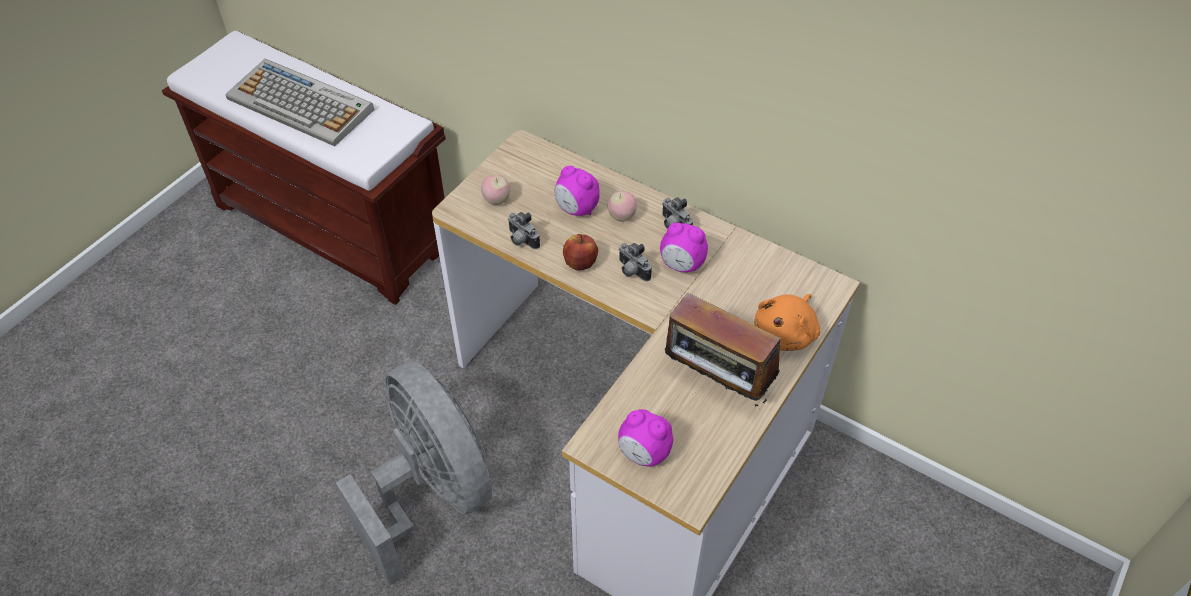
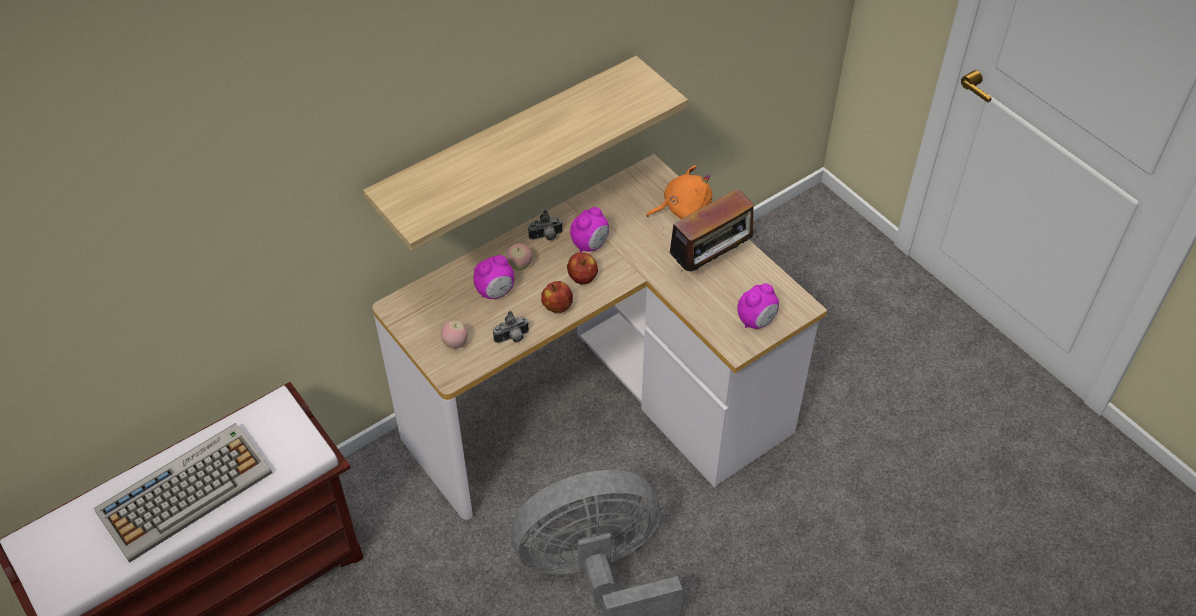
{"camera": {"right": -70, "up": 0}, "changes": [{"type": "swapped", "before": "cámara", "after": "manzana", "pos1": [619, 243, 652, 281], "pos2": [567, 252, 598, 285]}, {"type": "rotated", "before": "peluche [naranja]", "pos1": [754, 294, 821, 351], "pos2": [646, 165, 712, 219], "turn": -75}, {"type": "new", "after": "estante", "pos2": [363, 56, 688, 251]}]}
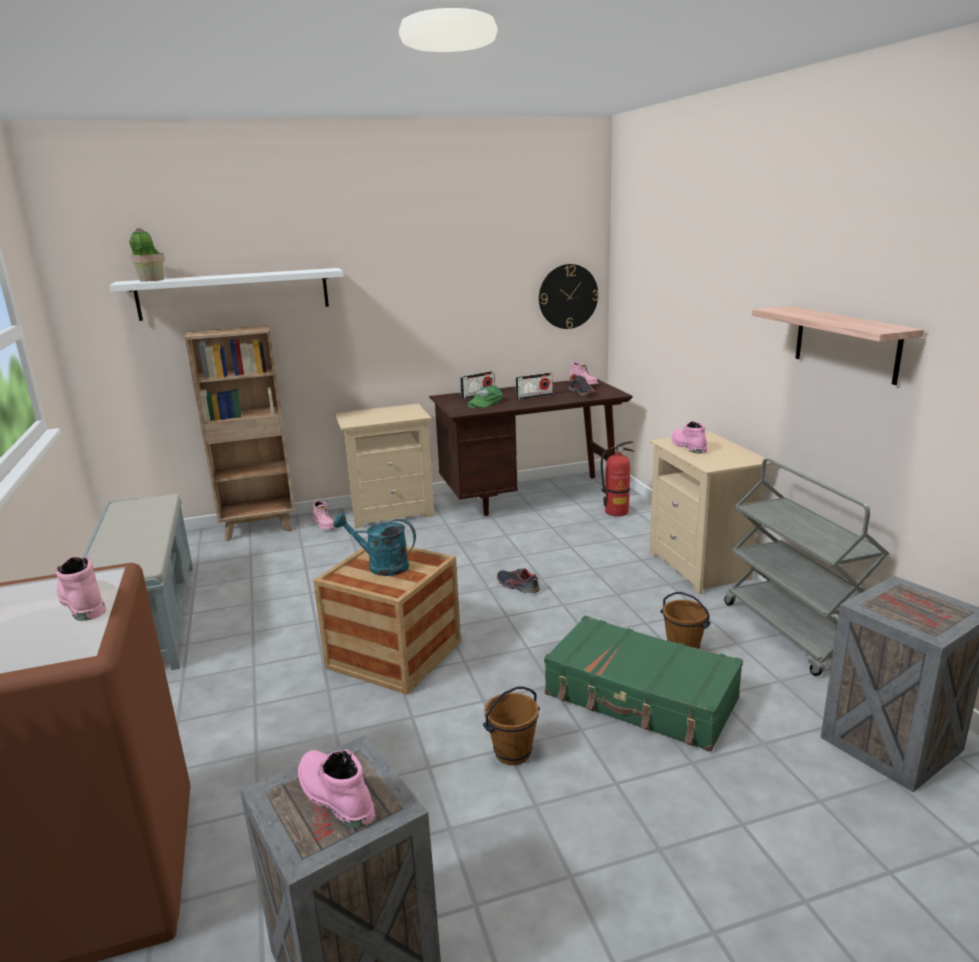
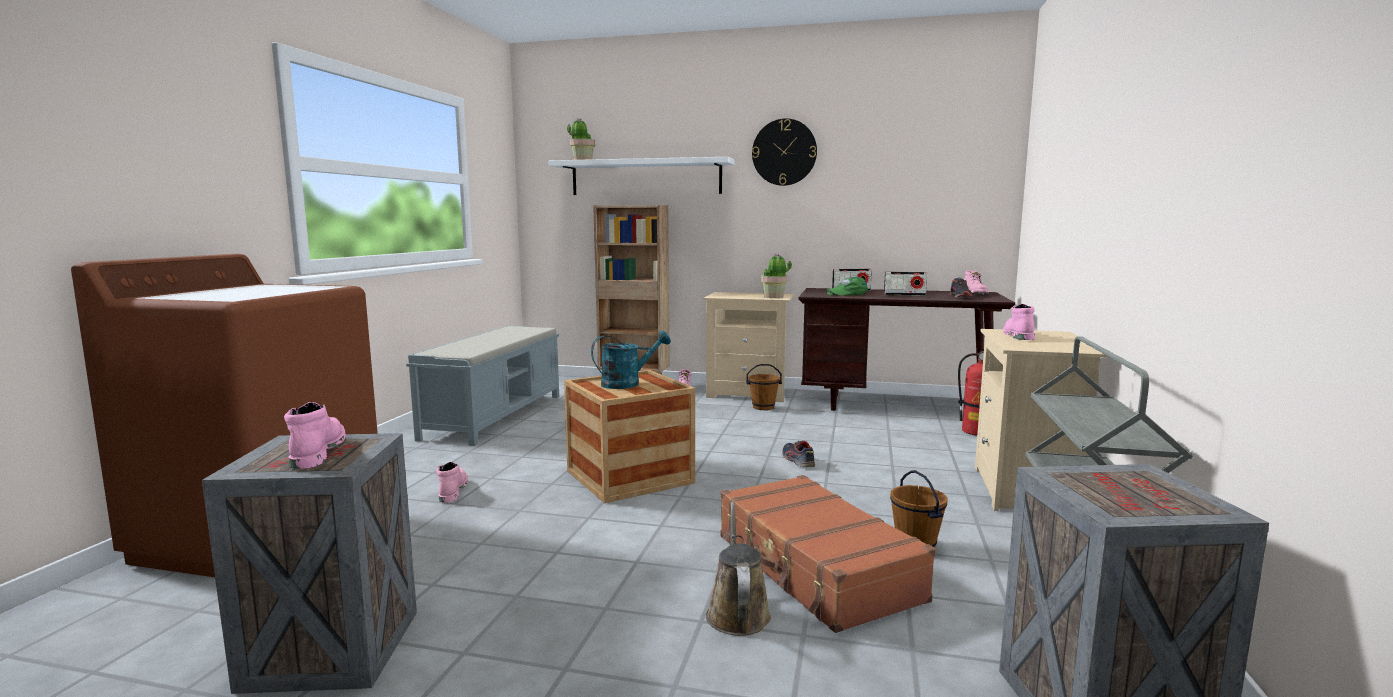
{"camera": {"right": 30, "up": -10}, "changes": [{"type": "shifted", "before": "bota [rosa]", "pos1": [56, 557, 106, 621], "pos2": [436, 462, 468, 503]}, {"type": "rotated", "before": "regadera [turquesa]", "pos1": [333, 513, 416, 576], "pos2": [591, 330, 671, 389], "turn": 105}, {"type": "shifted", "before": "cubo [marrón]", "pos1": [483, 686, 540, 765], "pos2": [746, 364, 782, 410]}, {"type": "shifted", "before": "reloj de pared", "pos1": [539, 264, 599, 329], "pos2": [752, 118, 817, 186]}, {"type": "repainted", "before": "maleta [verde]", "after": "maleta [marrón]", "pos1": [544, 616, 743, 752], "pos2": [720, 475, 936, 633]}, {"type": "gone", "before": "estante", "pos1": [752, 306, 924, 385]}, {"type": "new", "after": "regadera [marrón]", "pos2": [706, 502, 771, 636]}, {"type": "new", "after": "planta en maceta", "pos2": [761, 253, 792, 298]}]}
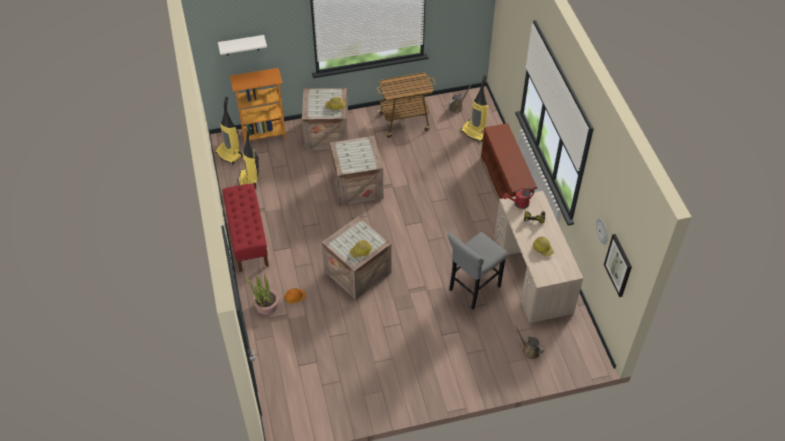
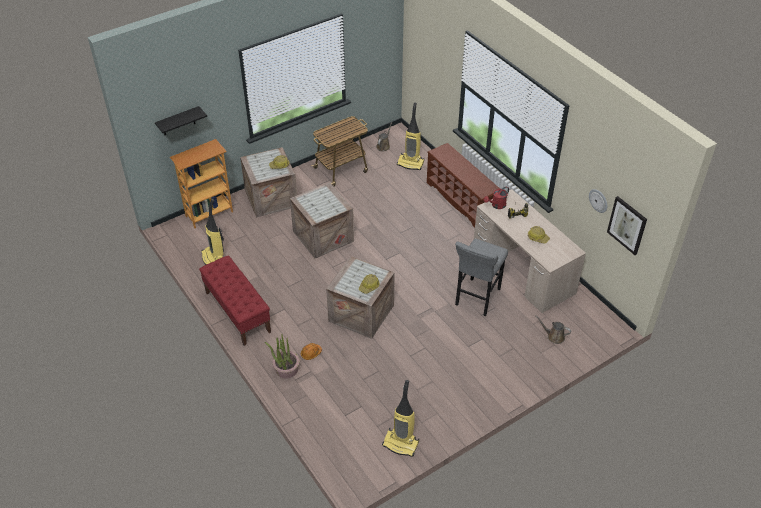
{"camera": {"right": -20, "up": -5}, "changes": [{"type": "shifted", "before": "aspiradora", "pos1": [215, 97, 243, 164], "pos2": [382, 380, 419, 457]}, {"type": "repainted", "before": "estante [blanco]", "after": "estante [negro]", "pos1": [218, 35, 267, 55], "pos2": [155, 106, 207, 135]}]}
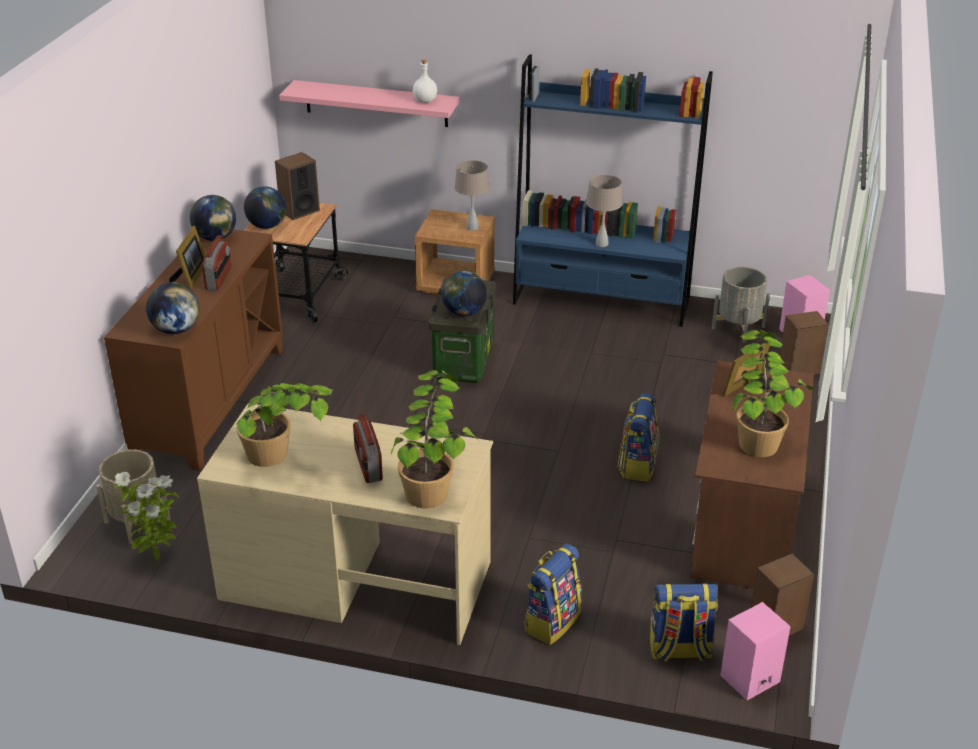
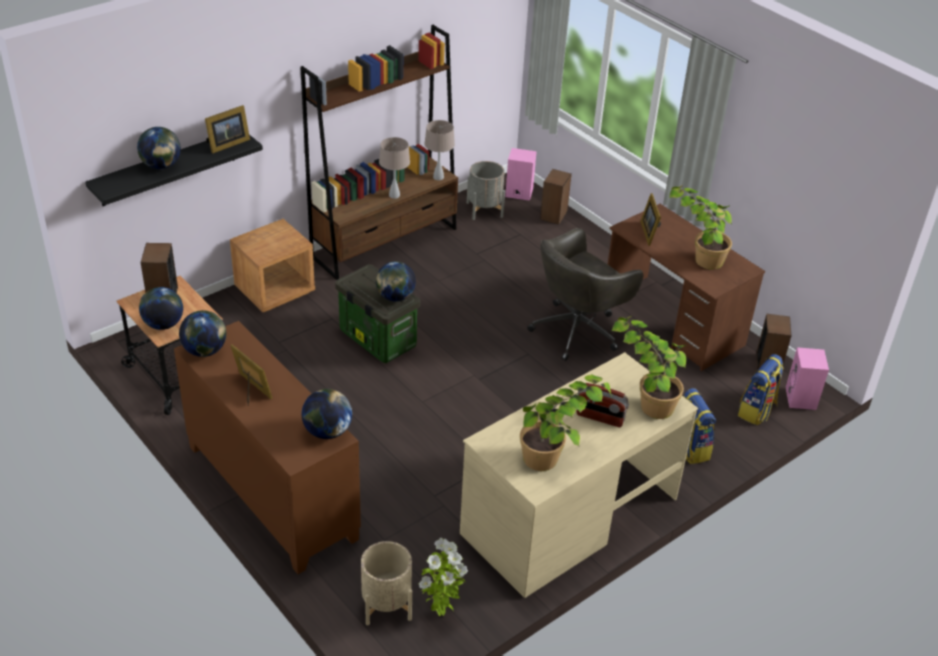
{"camera": {"right": -55, "up": 5}, "changes": [{"type": "gone", "before": "radio", "pos1": [202, 235, 231, 291]}, {"type": "repainted", "before": "estante [rosa]", "after": "estante [negro]", "pos1": [279, 80, 460, 127], "pos2": [85, 135, 263, 206]}, {"type": "swapped", "before": "botella [blanco]", "after": "portarretratos", "pos1": [413, 60, 437, 103], "pos2": [205, 105, 250, 154]}, {"type": "shifted", "before": "lámpara de mesa [beis]", "pos1": [455, 160, 490, 231], "pos2": [424, 120, 455, 180]}, {"type": "repainted", "before": "estantería [azul]", "after": "estantería [marrón]", "pos1": [513, 54, 713, 327], "pos2": [300, 25, 458, 280]}, {"type": "swapped", "before": "mochila", "after": "silla de oficina [gris]", "pos1": [618, 393, 659, 482], "pos2": [527, 228, 643, 361]}, {"type": "new", "after": "globo terráqueo", "pos2": [137, 127, 181, 169]}]}
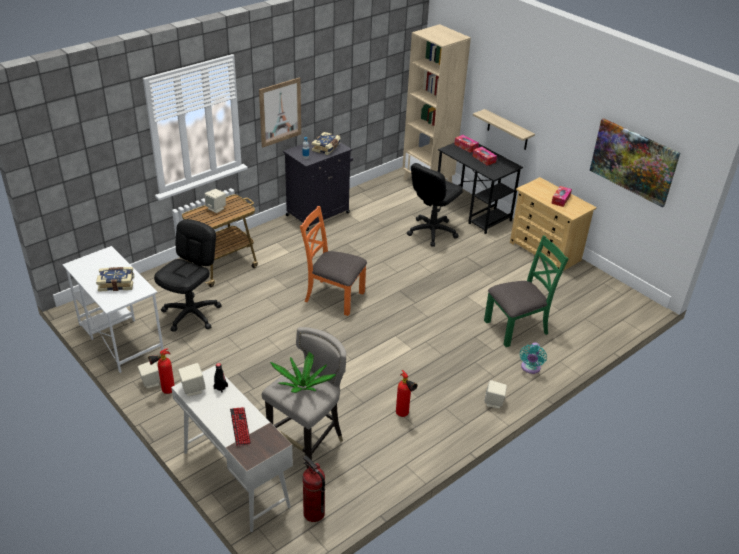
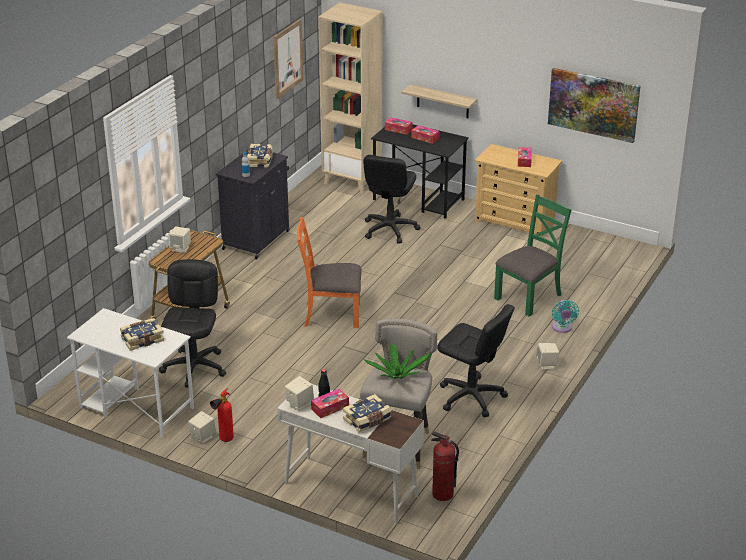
{"camera": {"right": -20, "up": -5}, "changes": [{"type": "swapped", "before": "teclado", "after": "libro", "pos1": [230, 407, 251, 446], "pos2": [343, 394, 391, 433]}, {"type": "shifted", "before": "cuadro", "pos1": [259, 77, 301, 148], "pos2": [273, 19, 303, 99]}, {"type": "swapped", "before": "extintor", "after": "silla de oficina [negro]", "pos1": [396, 370, 417, 417], "pos2": [437, 304, 515, 417]}, {"type": "new", "after": "caja de pañuelos", "pos2": [311, 389, 349, 418]}]}
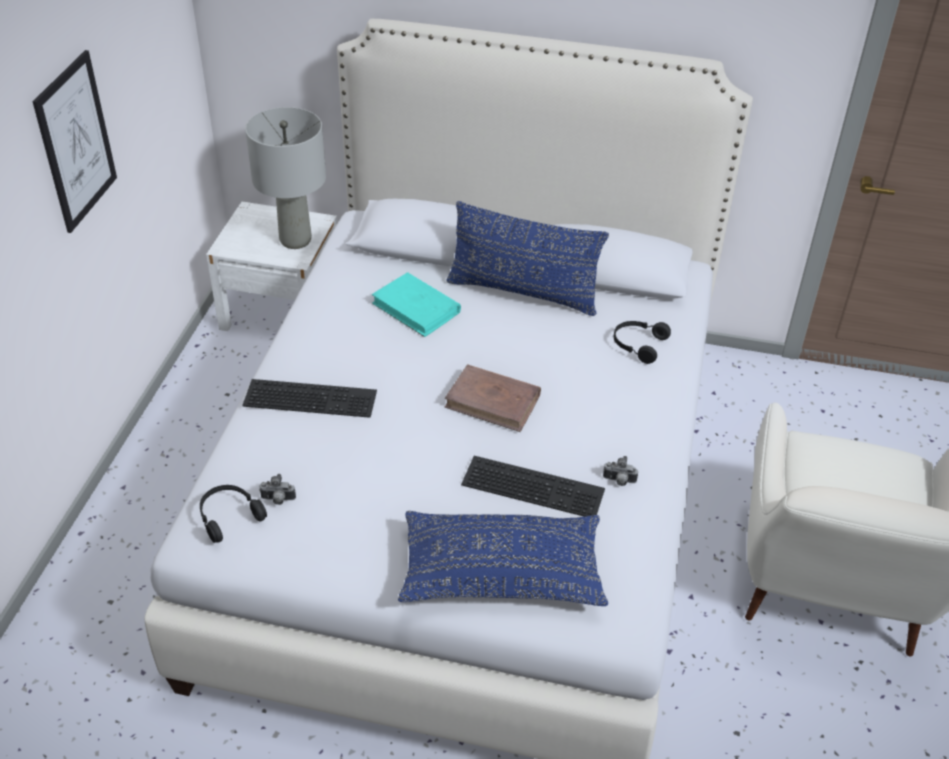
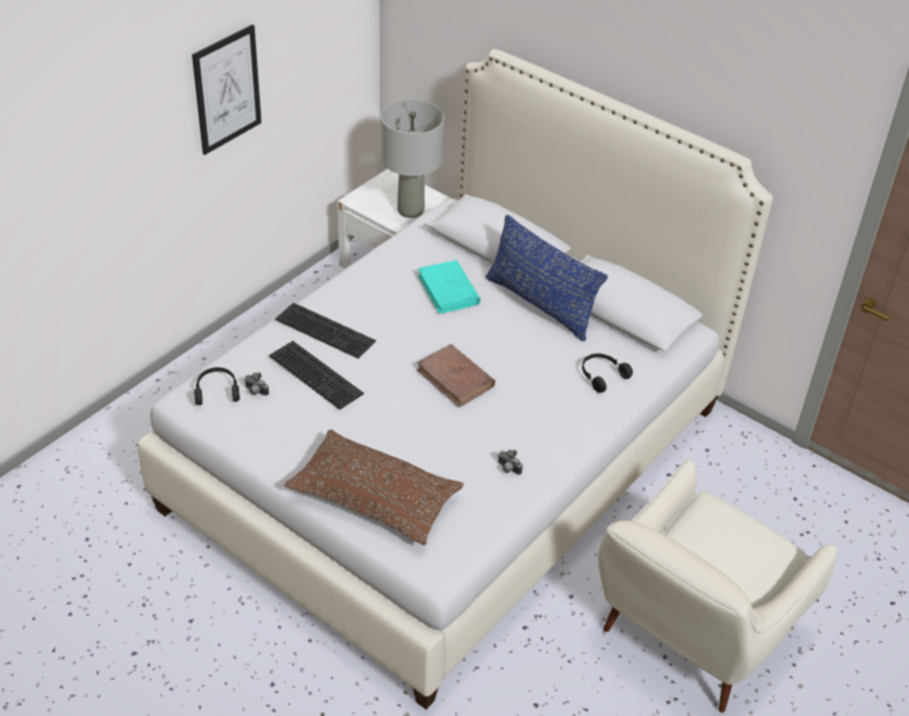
{"camera": {"right": 25, "up": 0}, "changes": [{"type": "repainted", "before": "cojín [azul]", "after": "cojín [marrón]", "pos1": [398, 511, 608, 606], "pos2": [284, 430, 464, 545]}, {"type": "shifted", "before": "teclado", "pos1": [461, 456, 605, 517], "pos2": [269, 341, 364, 410]}]}
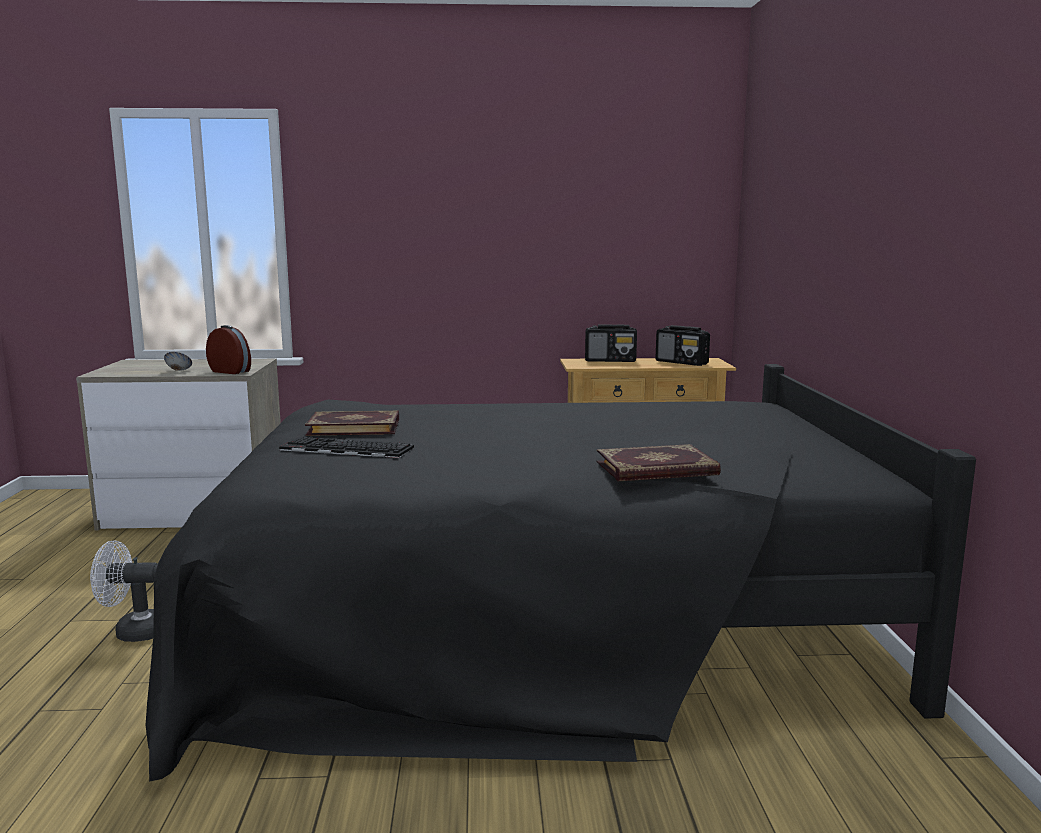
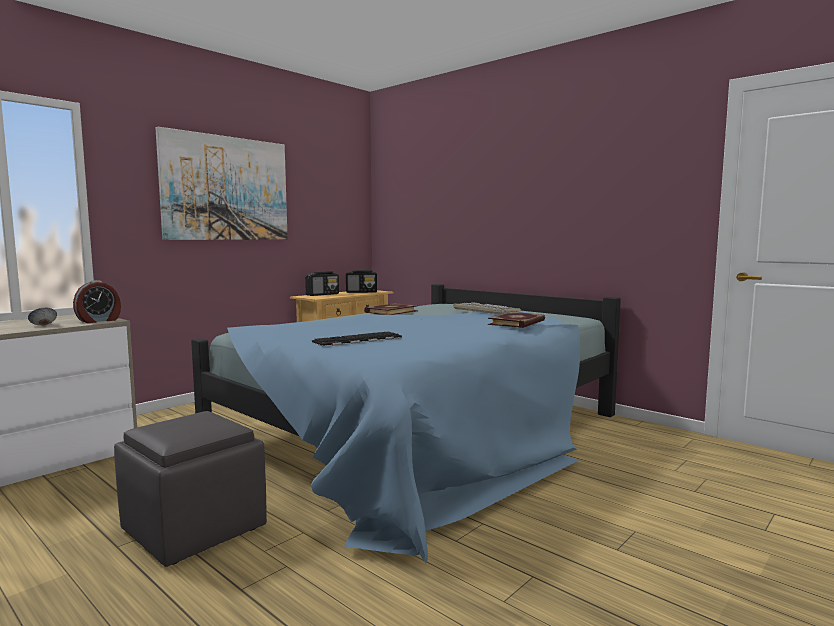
{"camera": {"right": -45, "up": -5}, "changes": [{"type": "swapped", "before": "ventilador [blanco]", "after": "puf [gris]", "pos1": [90, 540, 158, 642], "pos2": [114, 411, 267, 567]}, {"type": "repainted", "before": "cama [negro]", "after": "cama [azul]", "pos1": [146, 364, 976, 782], "pos2": [191, 284, 621, 563]}, {"type": "rotated", "before": "despertador", "pos1": [206, 325, 251, 374], "pos2": [73, 280, 121, 323], "turn": 150}, {"type": "shifted", "before": "libro", "pos1": [305, 411, 399, 436], "pos2": [364, 303, 418, 315]}, {"type": "new", "after": "cuadro", "pos2": [155, 127, 288, 240]}, {"type": "new", "after": "teclado", "pos2": [453, 302, 521, 314]}]}
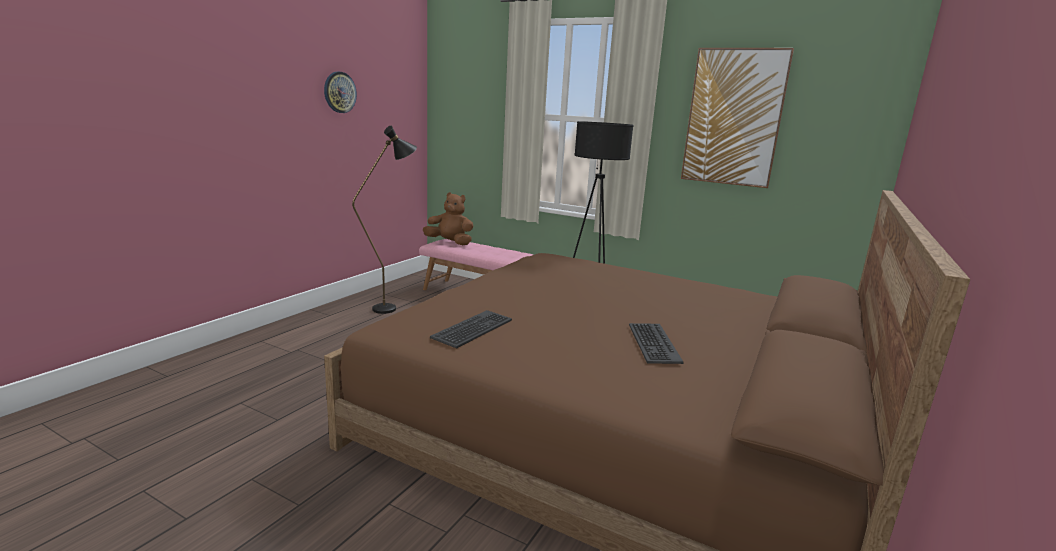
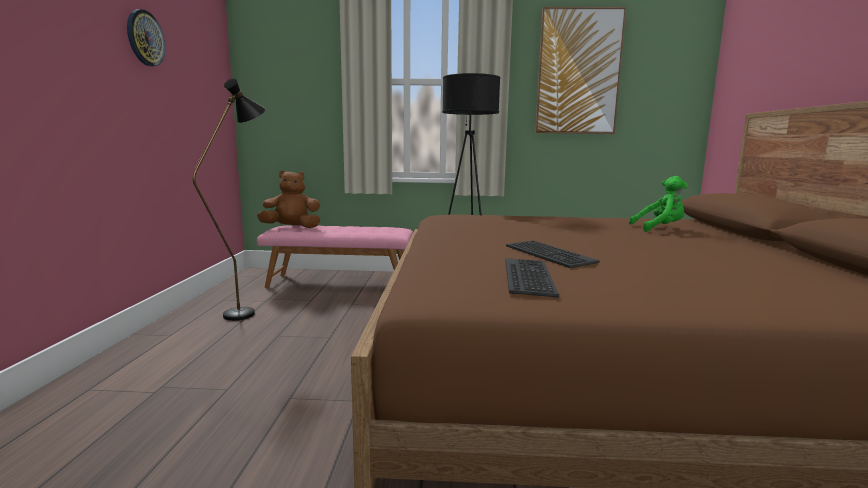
{"camera": {"right": -25, "up": -5}, "changes": [{"type": "shifted", "before": "teclado", "pos1": [629, 323, 683, 364], "pos2": [506, 240, 600, 268]}, {"type": "new", "after": "peluche [verde]", "pos2": [629, 176, 688, 232]}]}
